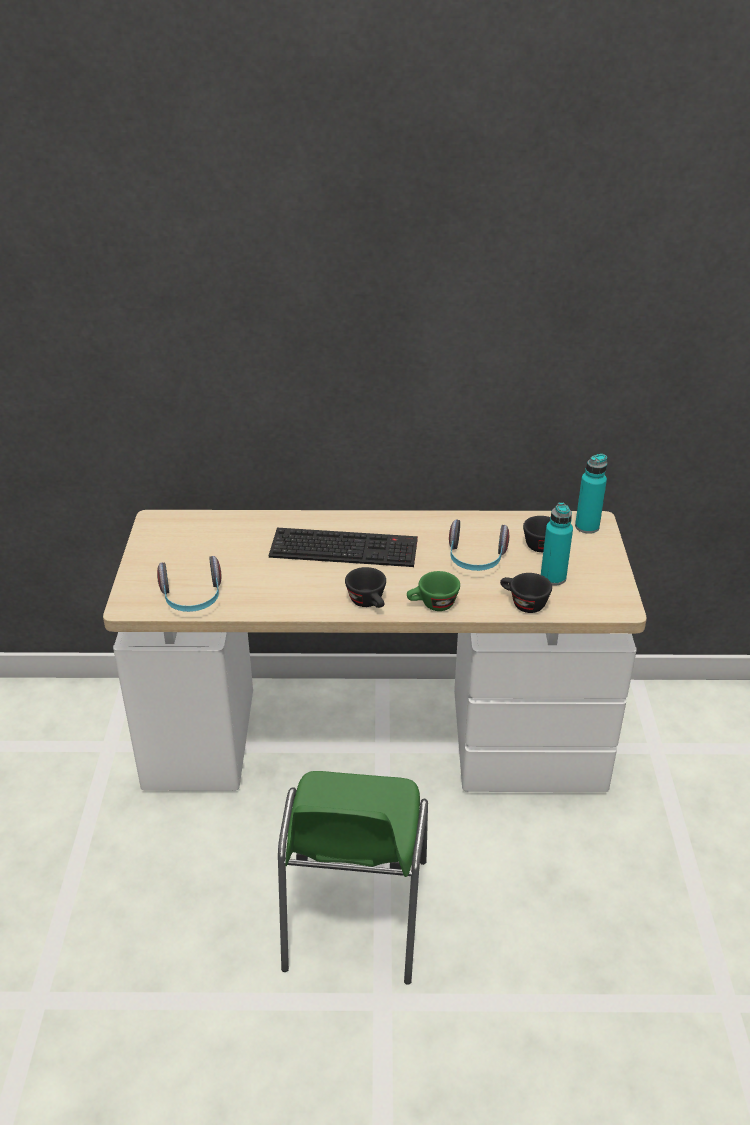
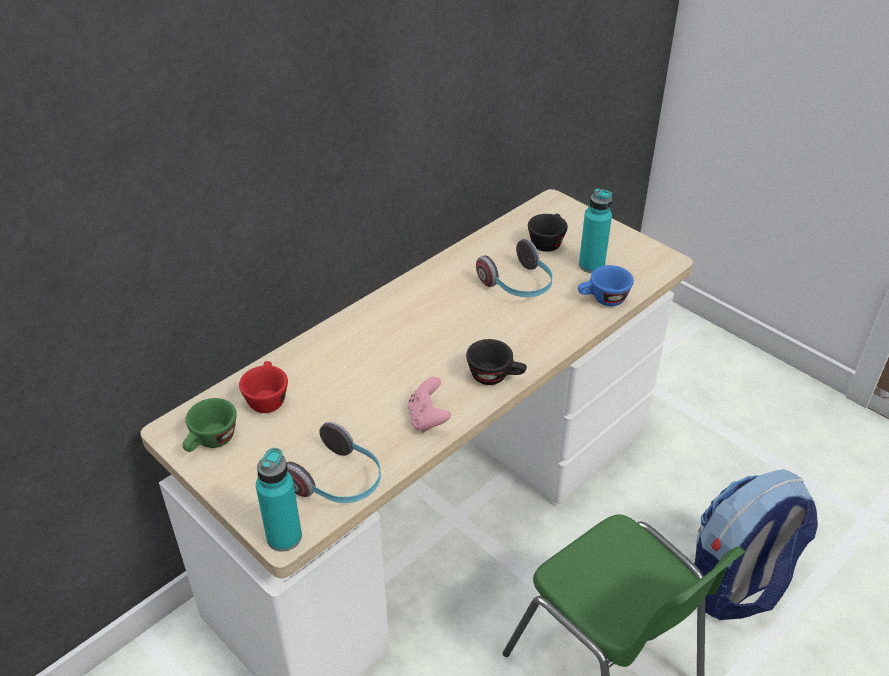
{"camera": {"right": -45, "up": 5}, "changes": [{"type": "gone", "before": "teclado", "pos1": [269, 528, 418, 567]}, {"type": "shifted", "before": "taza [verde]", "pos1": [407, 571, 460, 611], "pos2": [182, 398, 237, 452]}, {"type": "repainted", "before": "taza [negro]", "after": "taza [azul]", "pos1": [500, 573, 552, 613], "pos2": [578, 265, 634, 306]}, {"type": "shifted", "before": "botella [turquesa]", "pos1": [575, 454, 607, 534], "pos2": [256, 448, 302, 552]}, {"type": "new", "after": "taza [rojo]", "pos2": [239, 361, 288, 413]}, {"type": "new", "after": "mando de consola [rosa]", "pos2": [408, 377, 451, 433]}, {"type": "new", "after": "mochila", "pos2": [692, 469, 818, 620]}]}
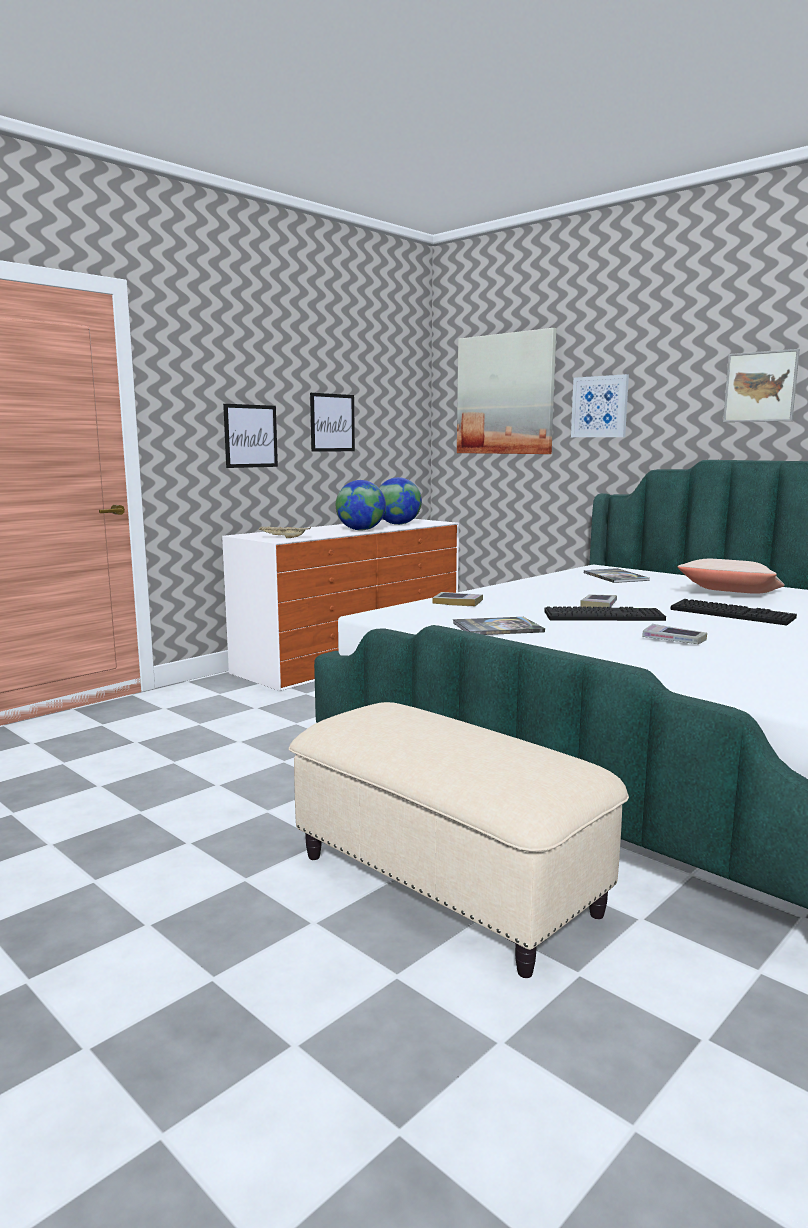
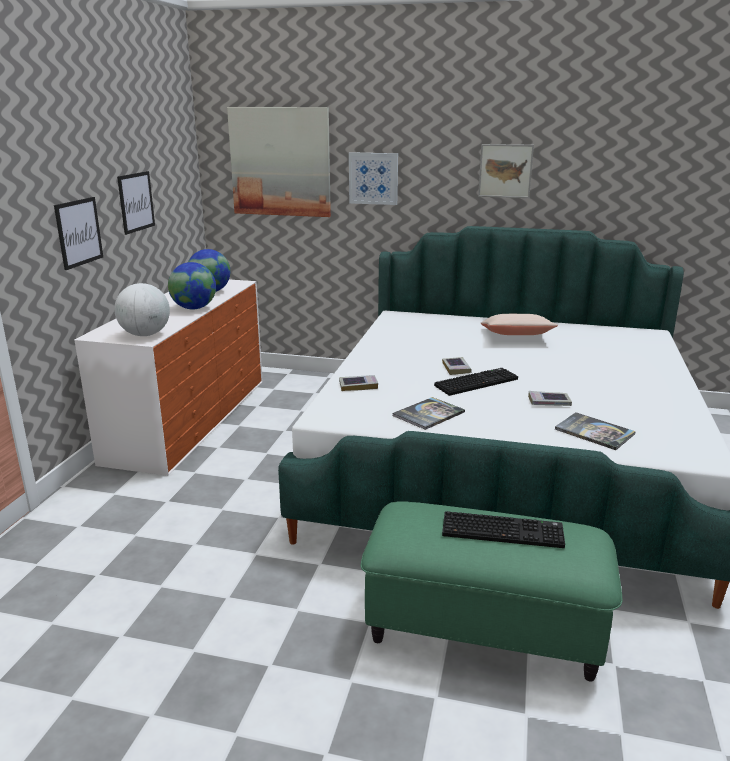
{"camera": {"right": -30, "up": 10}, "changes": [{"type": "swapped", "before": "bandeja [beis]", "after": "globo terráqueo", "pos1": [259, 526, 311, 538], "pos2": [114, 283, 170, 336]}, {"type": "repainted", "before": "puf [beis]", "after": "puf [verde]", "pos1": [289, 702, 629, 978], "pos2": [360, 501, 623, 682]}, {"type": "shifted", "before": "libro", "pos1": [584, 568, 650, 583], "pos2": [555, 412, 636, 450]}, {"type": "shifted", "before": "teclado", "pos1": [671, 599, 797, 625], "pos2": [442, 511, 565, 548]}]}
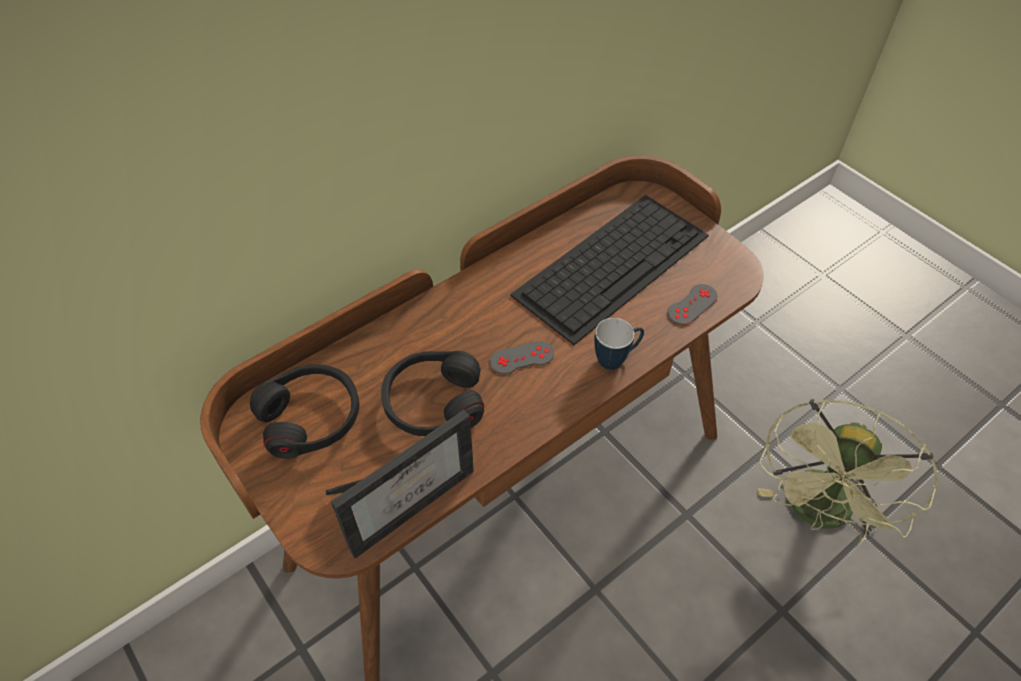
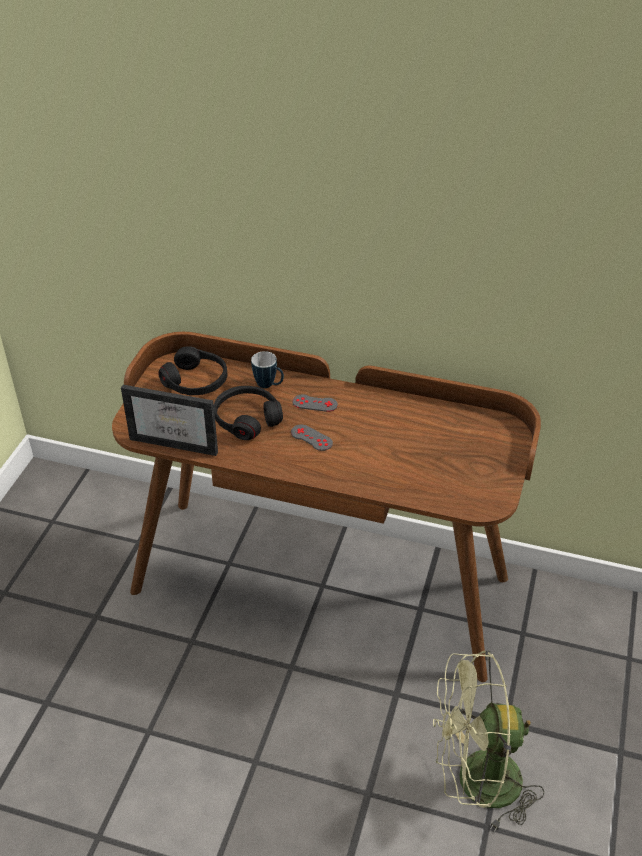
{"camera": {"right": 55, "up": -10}, "changes": [{"type": "gone", "before": "teclado", "pos1": [510, 195, 709, 345]}, {"type": "shifted", "before": "taza grande", "pos1": [594, 318, 644, 370], "pos2": [251, 351, 284, 388]}, {"type": "shifted", "before": "mando de consola [gris]", "pos1": [668, 284, 718, 325], "pos2": [292, 395, 338, 412]}]}
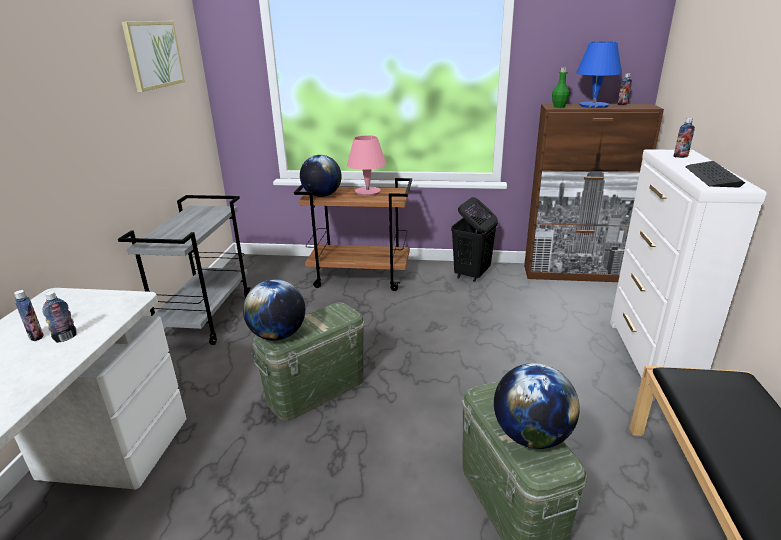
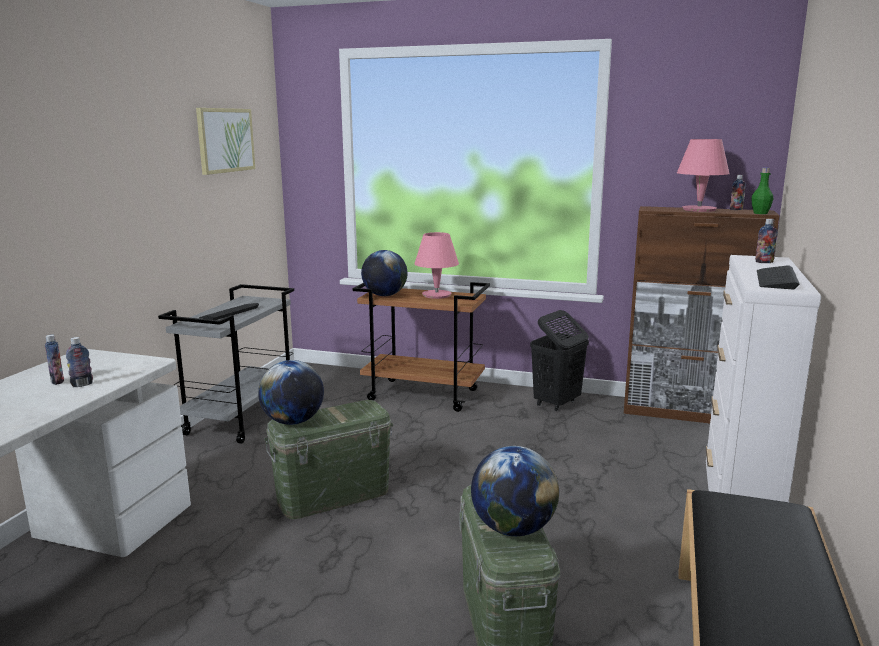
{"camera": {"right": 10, "up": -10}, "changes": [{"type": "shifted", "before": "botella [verde]", "pos1": [552, 68, 570, 108], "pos2": [751, 168, 773, 214]}, {"type": "repainted", "before": "lámpara de mesa [azul]", "after": "lámpara de mesa [rosa]", "pos1": [576, 42, 622, 108], "pos2": [677, 139, 730, 212]}, {"type": "new", "after": "teclado", "pos2": [199, 303, 259, 320]}]}
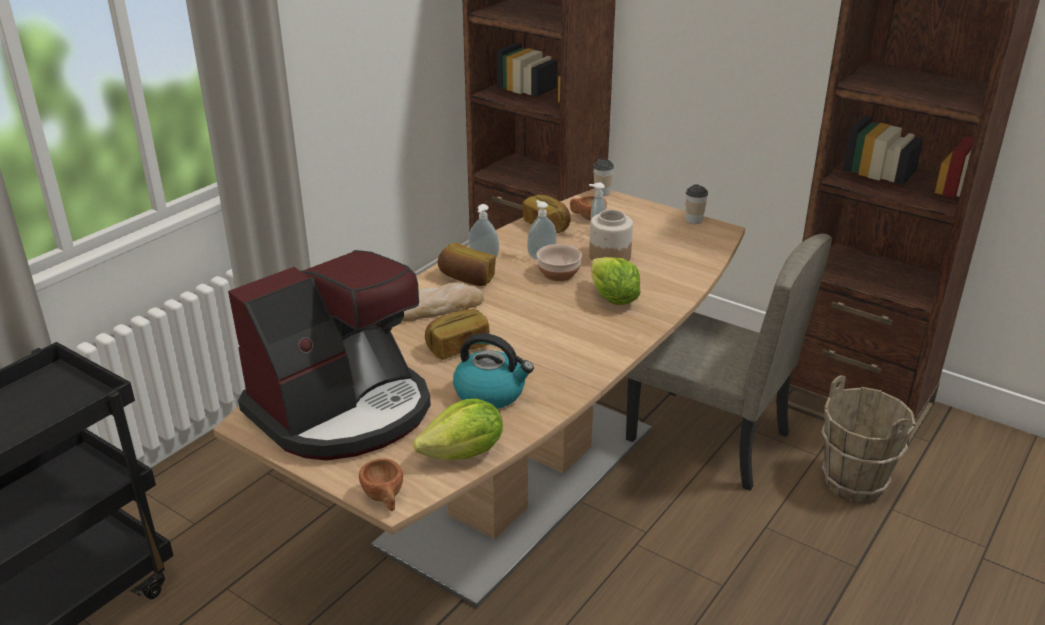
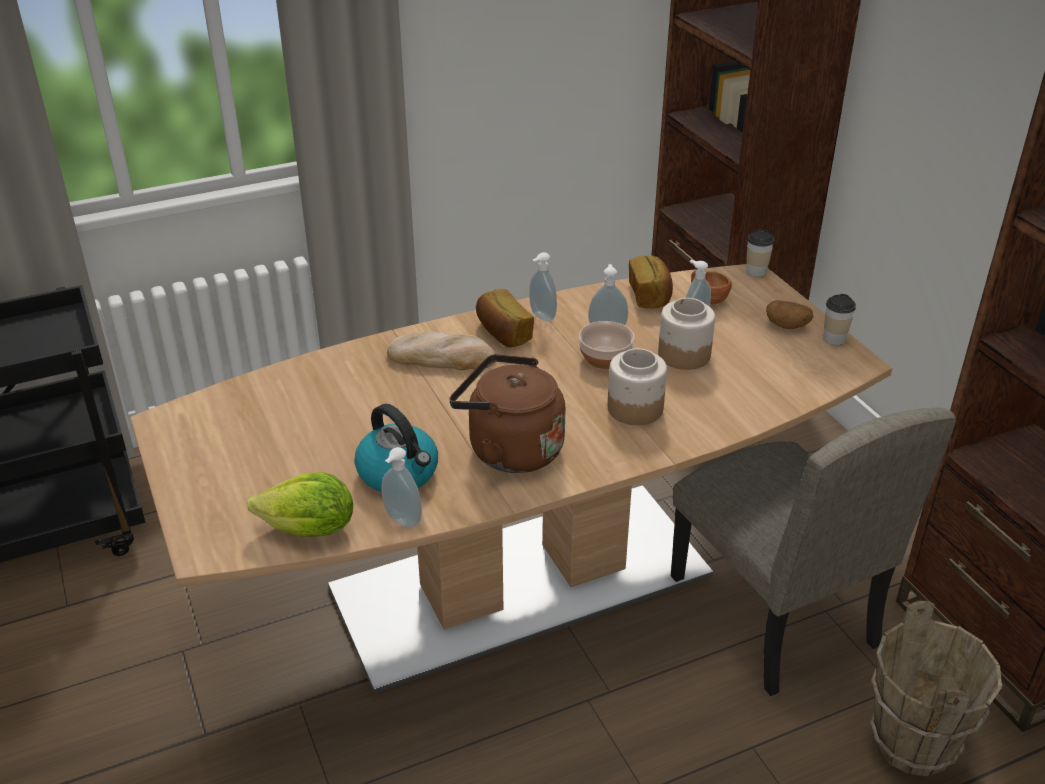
{"camera": {"right": 30, "up": 5}, "changes": [{"type": "gone", "before": "cafetera", "pos1": [228, 250, 431, 461]}, {"type": "gone", "before": "taza [marrón]", "pos1": [359, 458, 403, 511]}, {"type": "gone", "before": "pan", "pos1": [425, 309, 489, 360]}, {"type": "swapped", "before": "lechuga", "after": "tarro", "pos1": [591, 257, 640, 305], "pos2": [607, 348, 667, 425]}, {"type": "new", "after": "dispensador de jabón", "pos2": [382, 447, 422, 528]}, {"type": "new", "after": "hervidor [marrón]", "pos2": [449, 354, 566, 473]}, {"type": "new", "after": "patata", "pos2": [766, 300, 813, 329]}]}
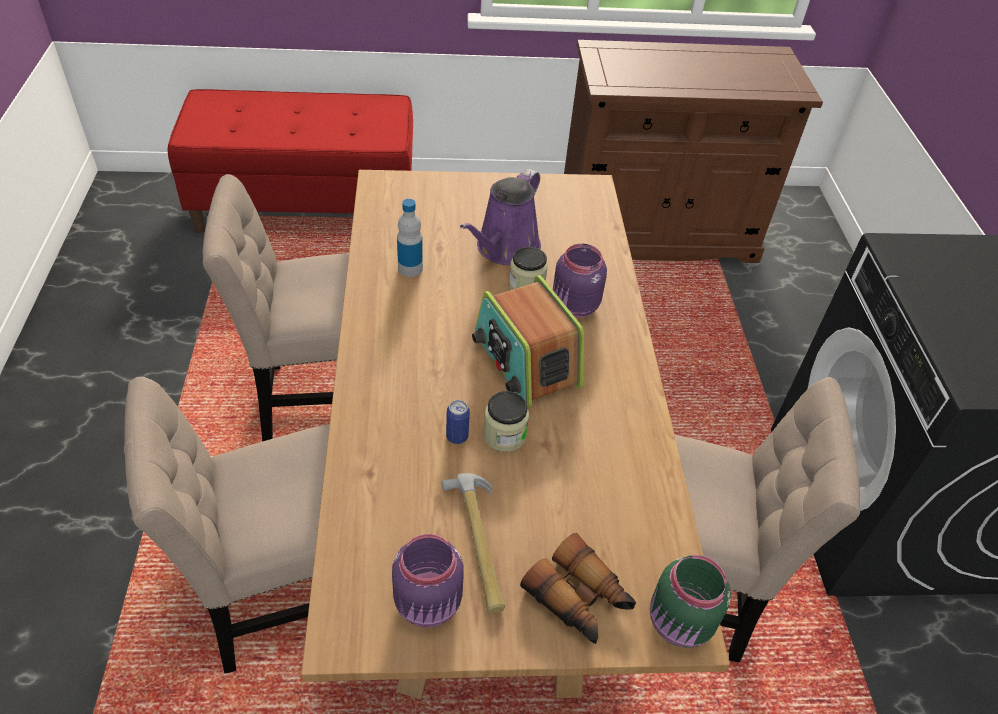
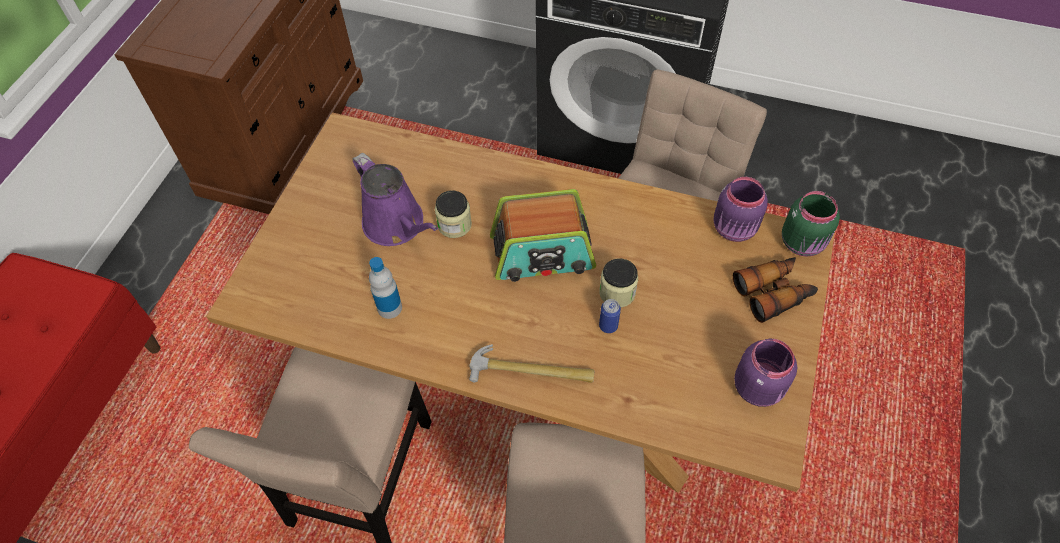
{"camera": {"right": -65, "up": 10}, "changes": [{"type": "shifted", "before": "martillo", "pos1": [441, 473, 505, 614], "pos2": [469, 344, 595, 383]}, {"type": "shifted", "before": "tarro [morado]", "pos1": [553, 243, 607, 318], "pos2": [713, 177, 768, 242]}]}
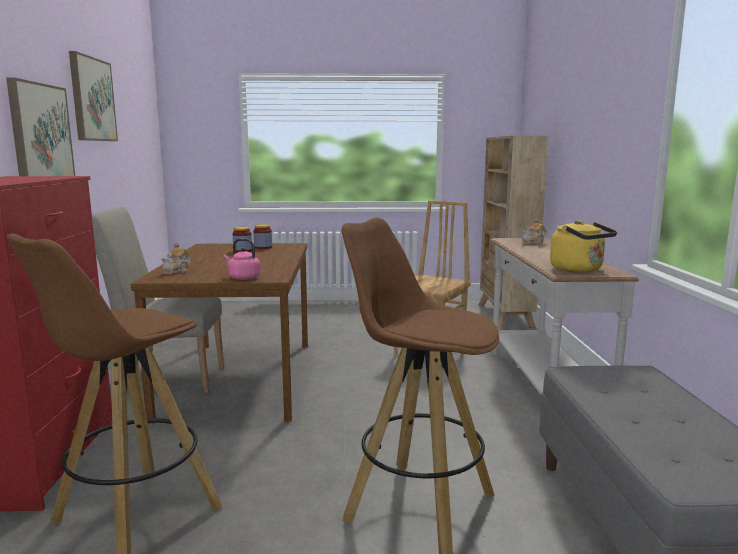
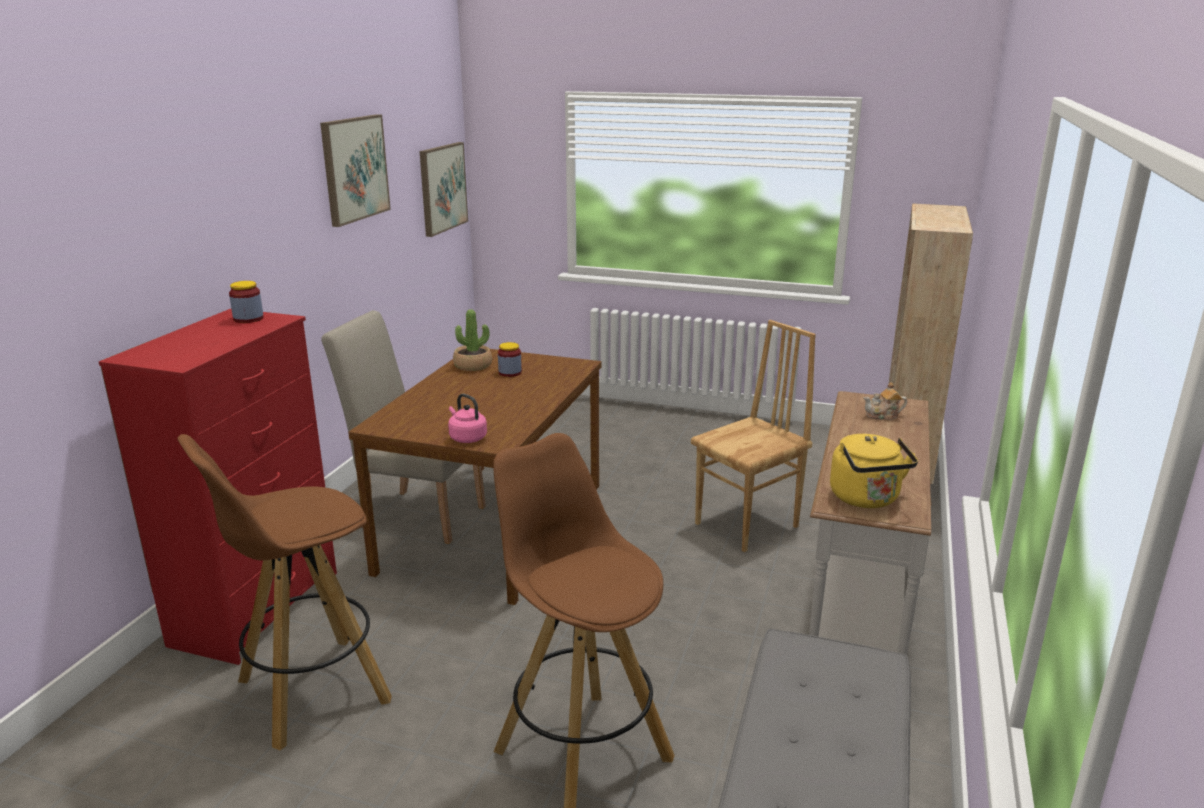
{"camera": {"right": 20, "up": 10}, "changes": [{"type": "shifted", "before": "cuadro", "pos1": [6, 77, 75, 176], "pos2": [420, 142, 468, 237]}, {"type": "gone", "before": "tetera", "pos1": [161, 243, 191, 275]}, {"type": "shifted", "before": "tarro", "pos1": [253, 224, 272, 249], "pos2": [229, 281, 264, 323]}, {"type": "new", "after": "planta en maceta", "pos2": [453, 309, 492, 371]}]}
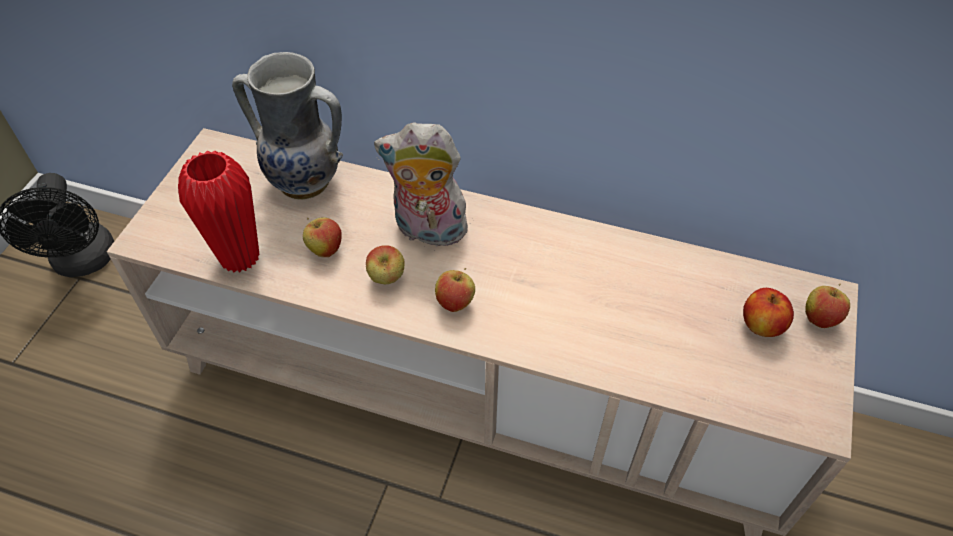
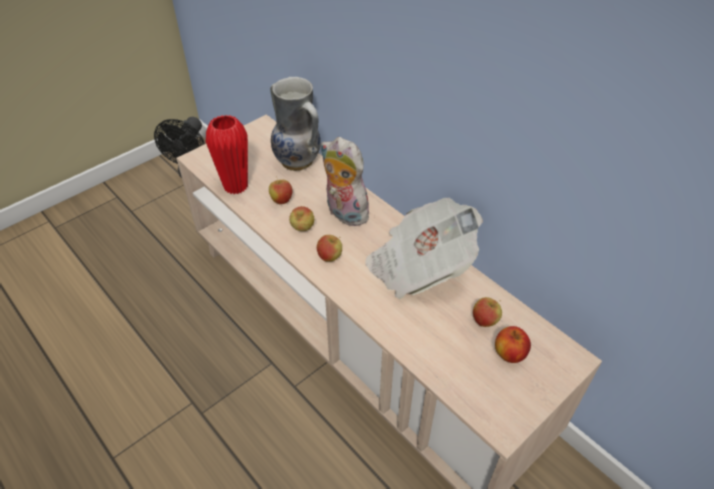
{"camera": {"right": 30, "up": -5}, "changes": [{"type": "shifted", "before": "manzana", "pos1": [805, 284, 850, 328], "pos2": [473, 297, 502, 327]}, {"type": "new", "after": "periódico", "pos2": [365, 198, 483, 299]}]}
